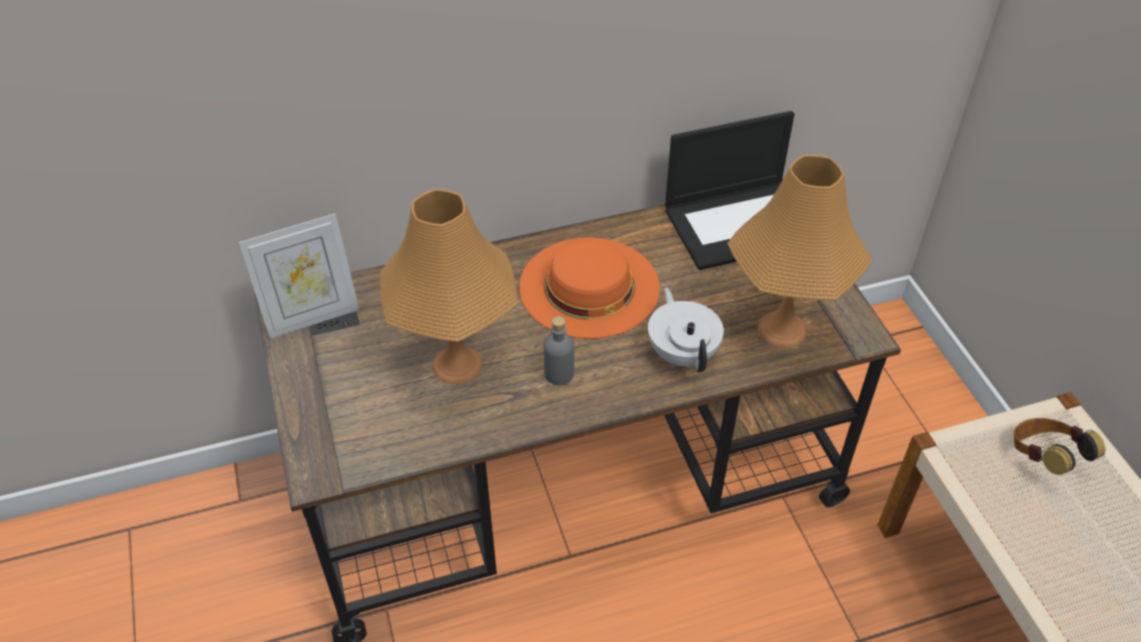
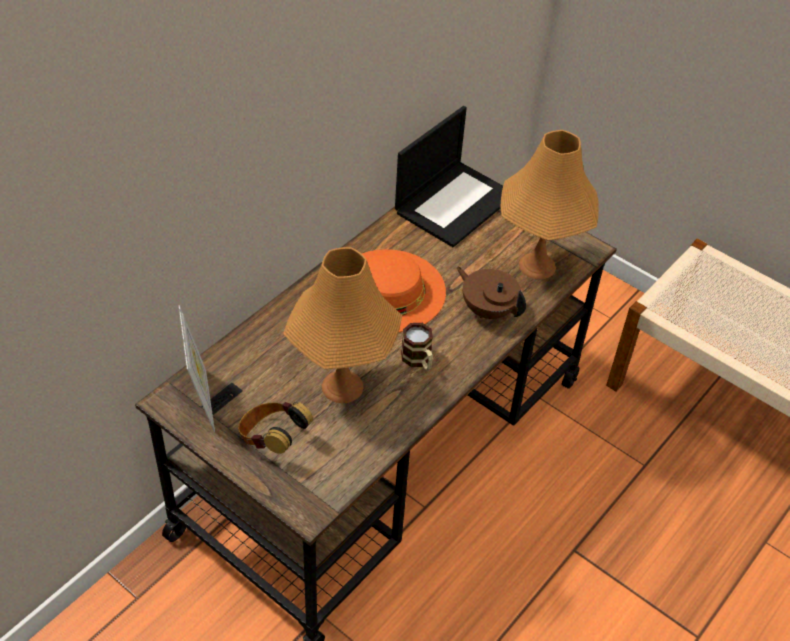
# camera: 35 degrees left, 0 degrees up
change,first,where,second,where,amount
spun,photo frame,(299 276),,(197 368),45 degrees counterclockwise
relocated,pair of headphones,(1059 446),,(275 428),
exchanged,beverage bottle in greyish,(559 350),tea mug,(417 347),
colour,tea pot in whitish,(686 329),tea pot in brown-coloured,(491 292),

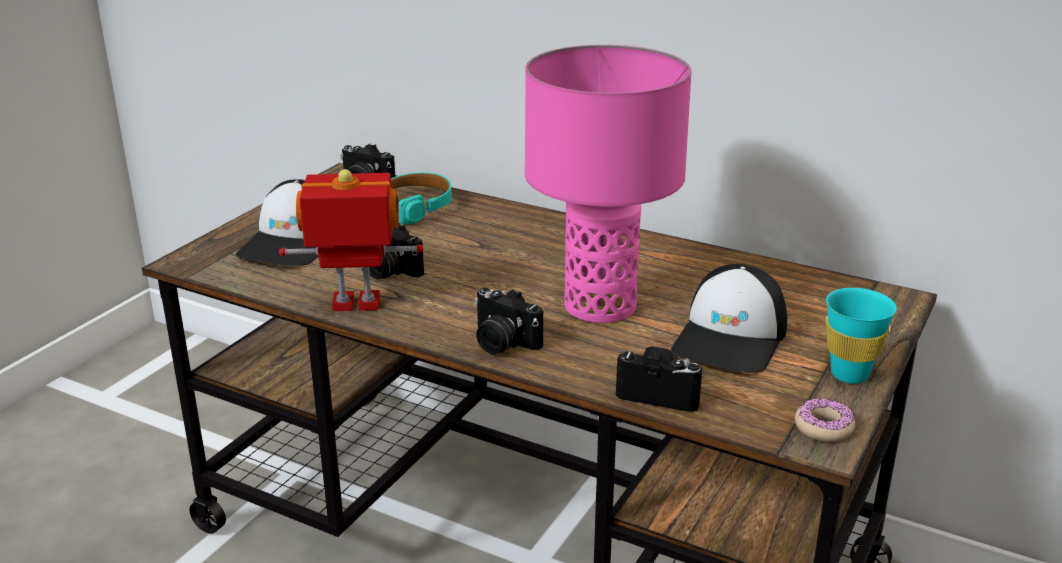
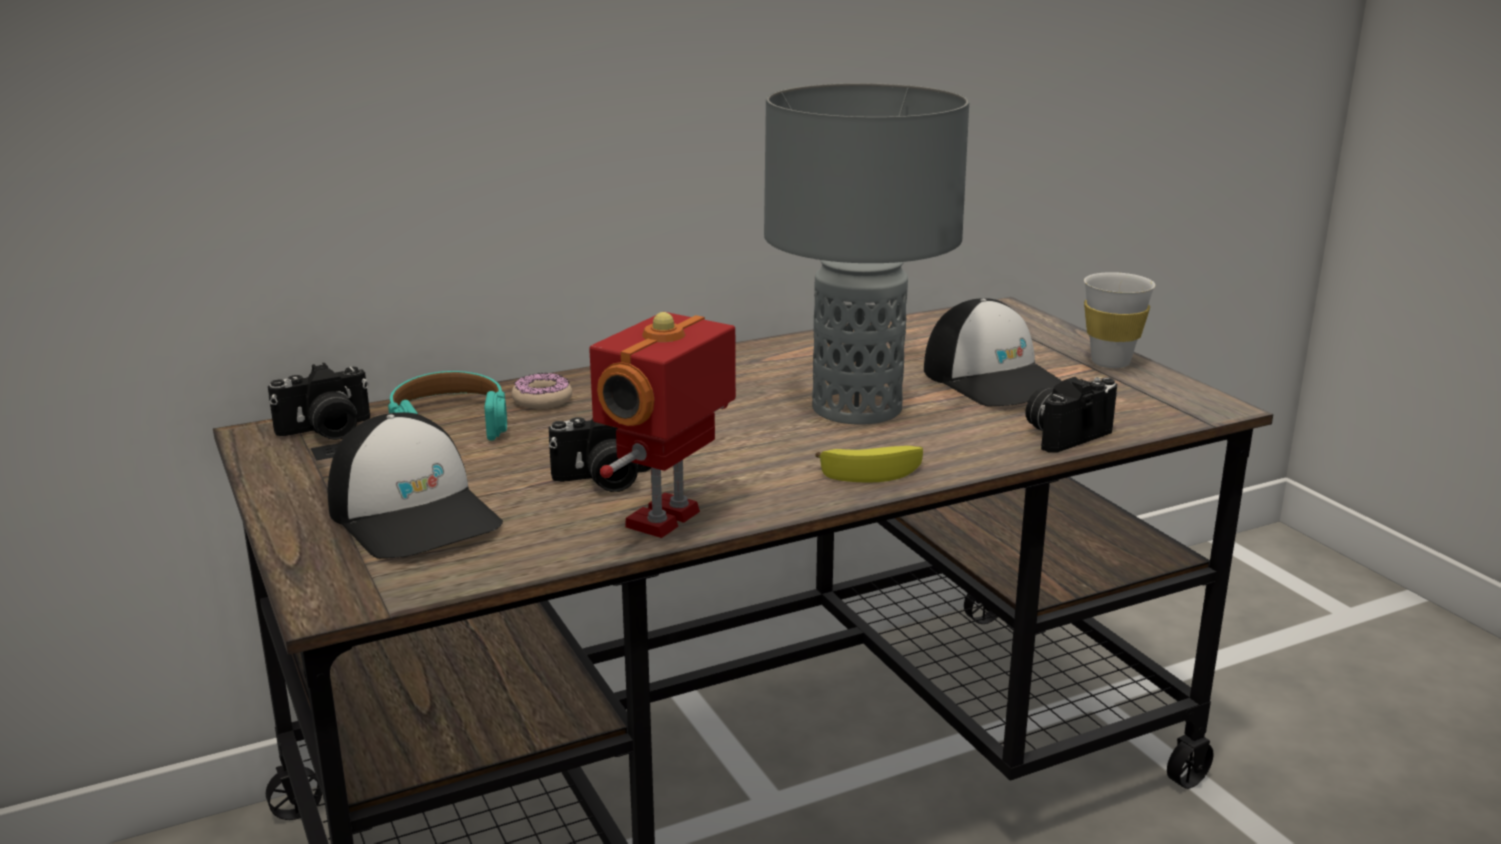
# camera: 55 degrees left, 5 degrees down
change,first,where,second,where,amount
relocated,ring doughnut,(825 420),,(542 391),
colour,table lamp in pinkish,(608 184),table lamp in greyish,(866 254),
exchanged,photo camera,(508 320),banana fruit,(869 464),
colour,cup in turquoise-coloured,(861 336),cup in whitish,(1119 320),

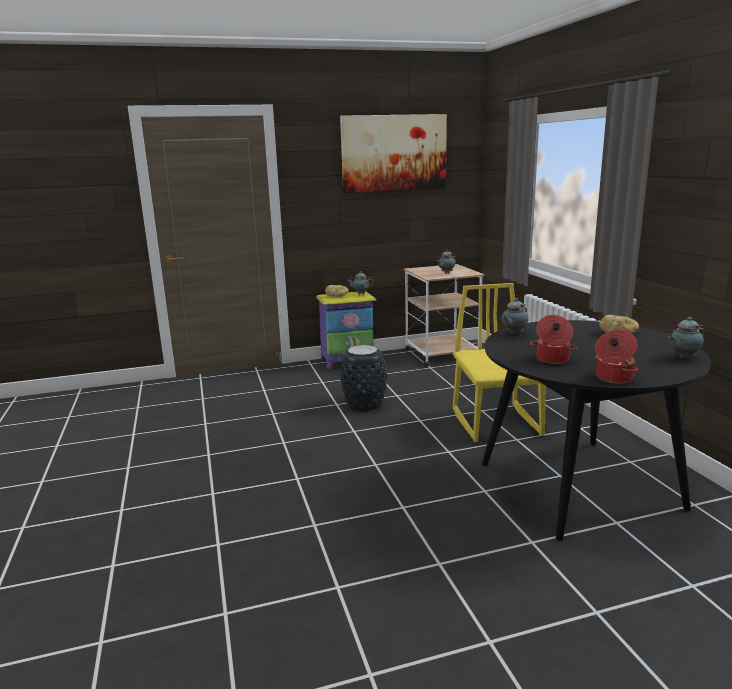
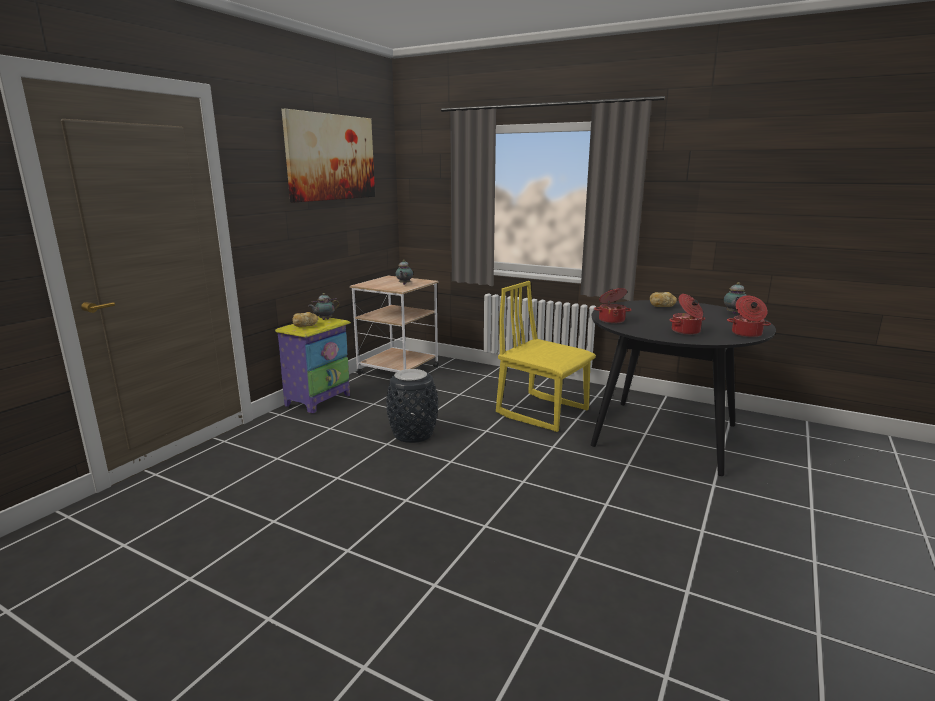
# camera: 45 degrees left, 0 degrees up
change,first,where,second,where,amount
exchanged,tea pot,(515 316),cooking pot,(612 305),

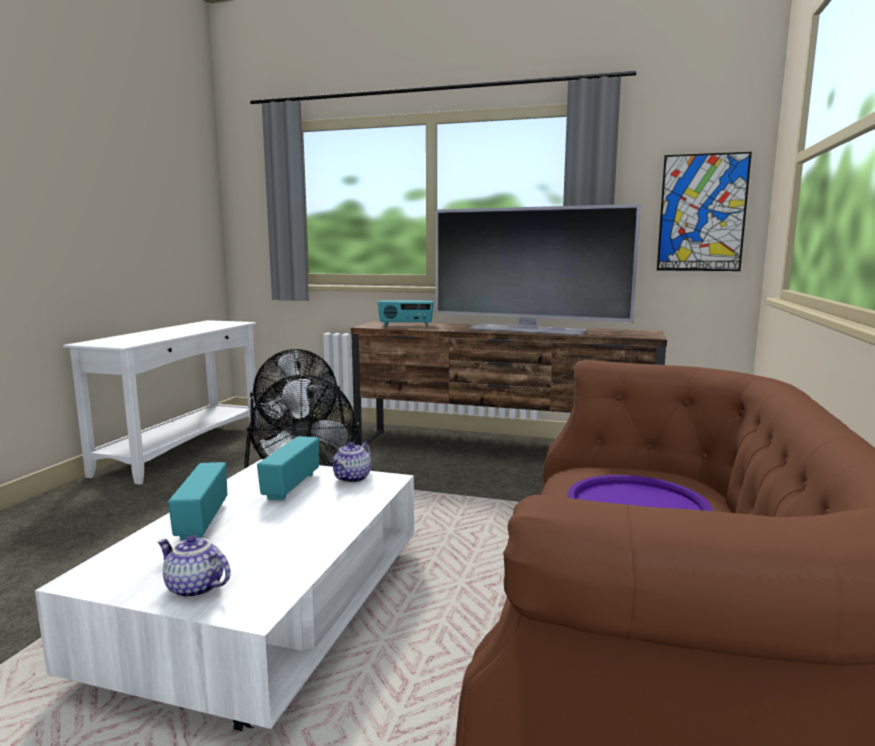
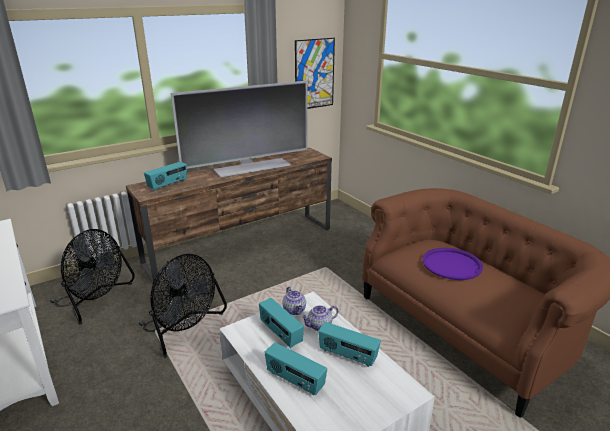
# camera: 50 degrees left, 15 degrees up
change,first,where,second,where,amount
relocated,tea pot,(193 566),,(319 318),
appeared,,,radio receiver,(349 344),

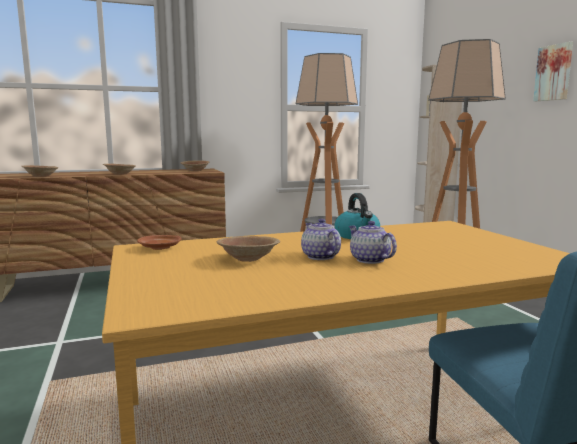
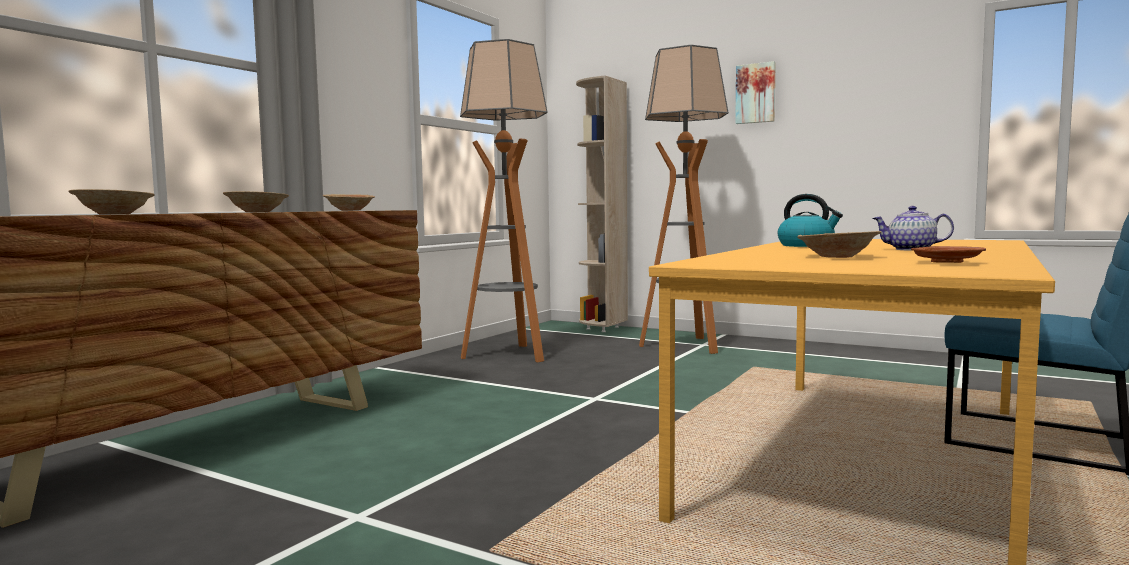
# camera: 40 degrees left, 5 degrees down
change,first,where,second,where,amount
relocated,flat dish in brown-coloured,(159 242),,(948 254),
missing,tea pot,(321 239),,,

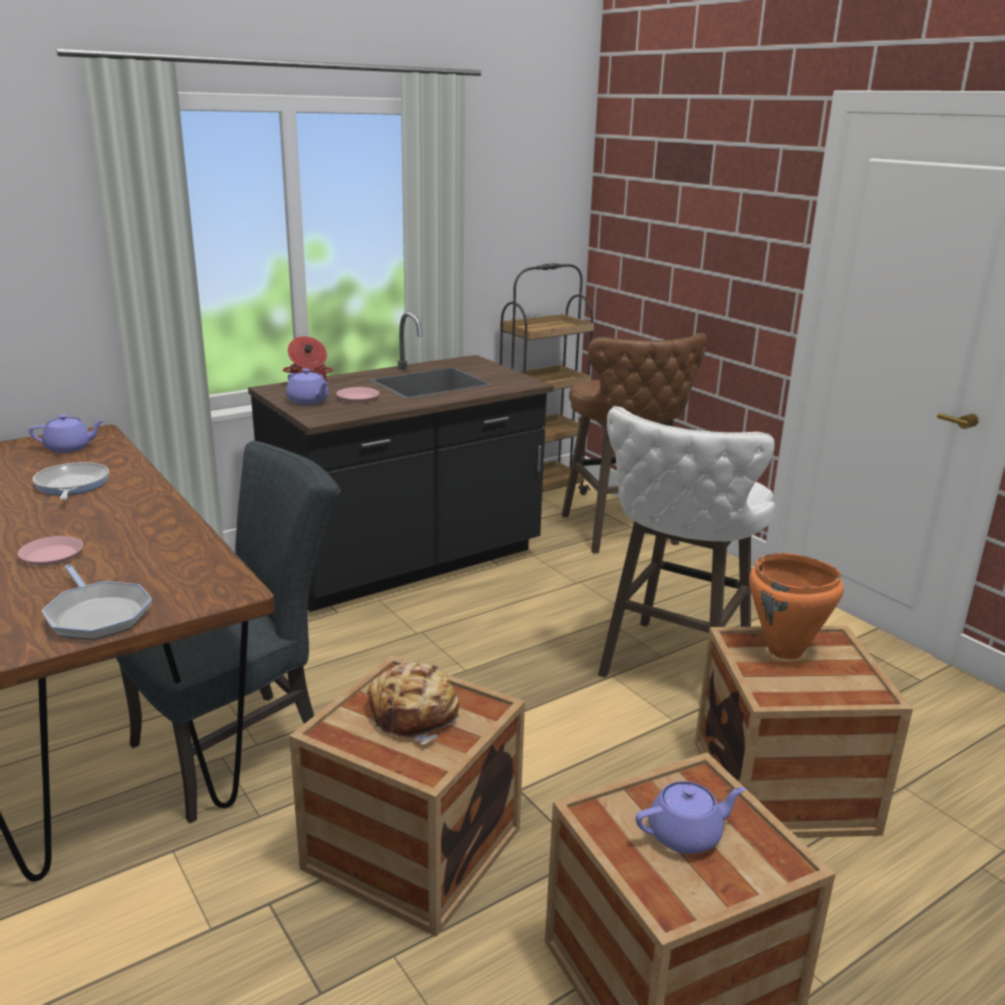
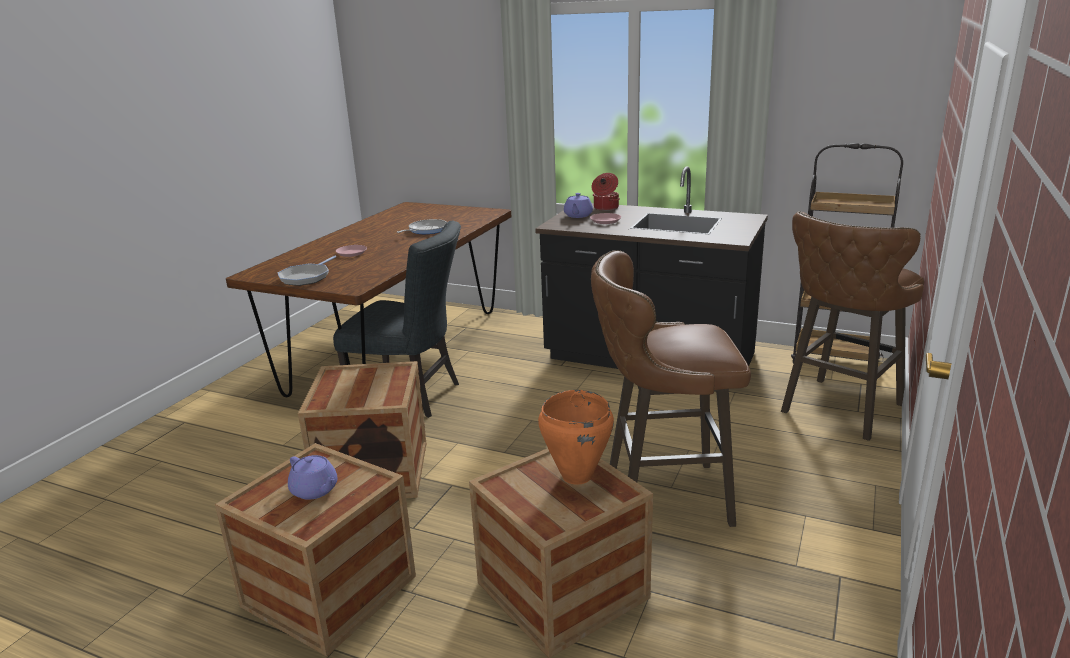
# camera: 60 degrees right, 0 degrees up
change,first,where,second,where,amount
colour,sitting stool in whitish,(686 542),sitting stool in brown-coloured,(671 388),
missing,tea pot in purple-coloured,(66 433),,,
missing,baked bread,(414 703),,,

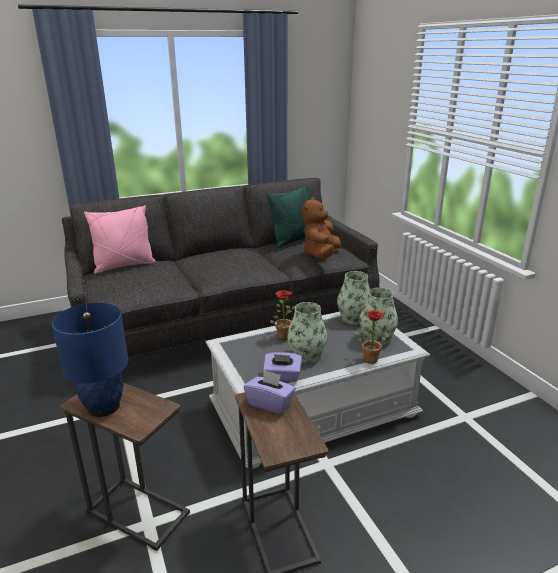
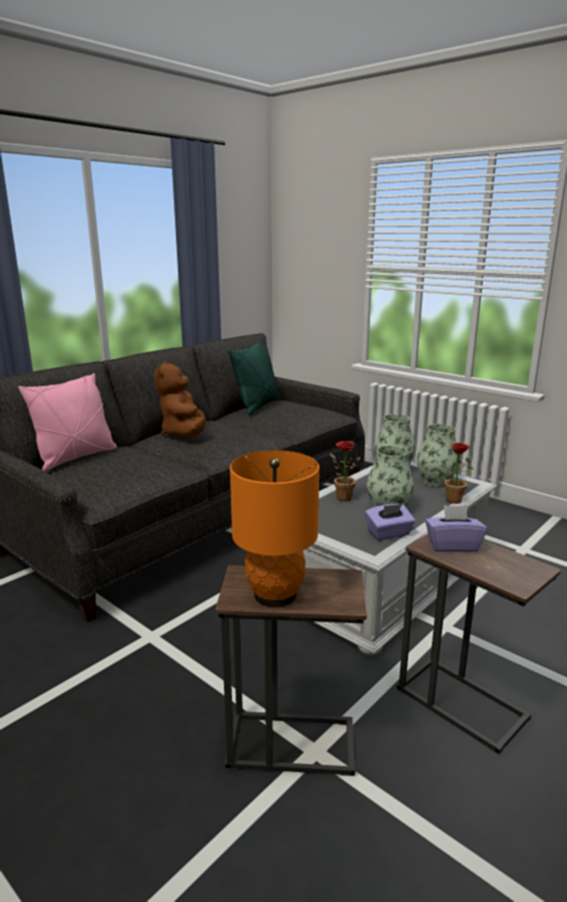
# camera: 25 degrees left, 5 degrees down
change,first,where,second,where,amount
relocated,soft toy in brown-coloured,(321 228),,(180 399),
colour,table lamp in blue,(90 360),table lamp in orange-coloured,(274 528),

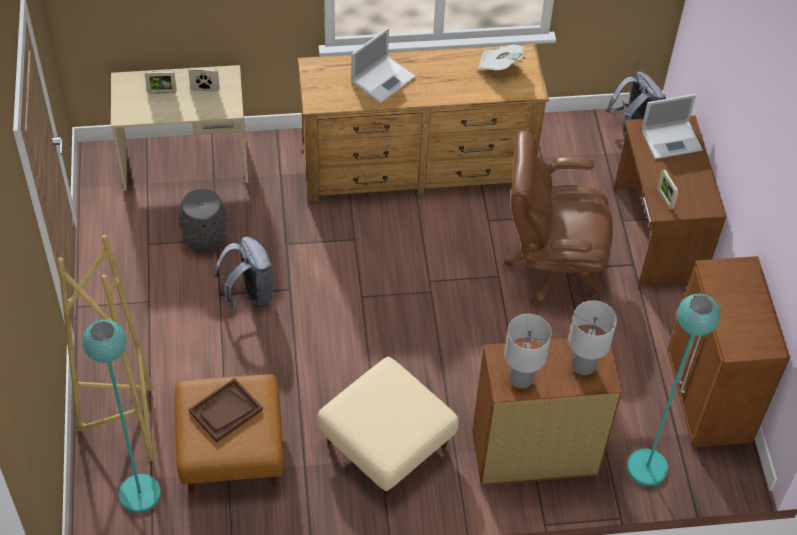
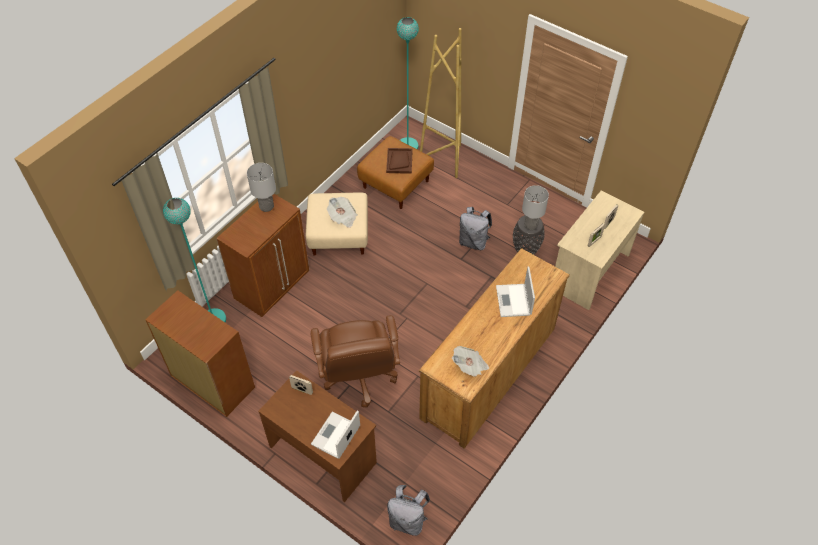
# camera: 135 degrees right, 0 degrees up
change,first,where,second,where,amount
spun,office chair in brown-coloured,(558 218),,(355 361),120 degrees clockwise
appeared,,,newspaper,(342 212),
relocated,table lamp in greyish,(593 337),,(535 207),

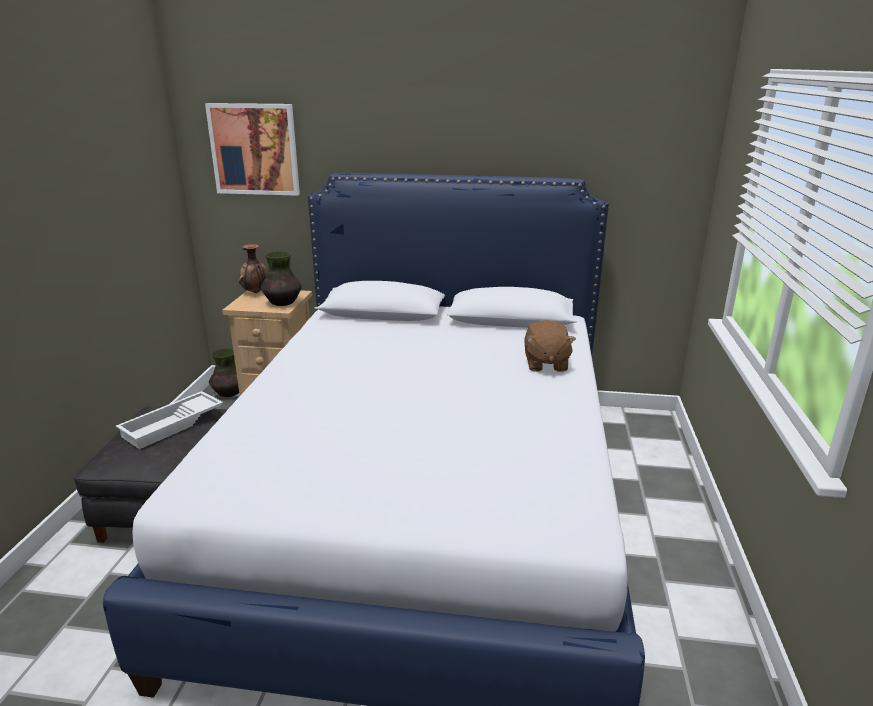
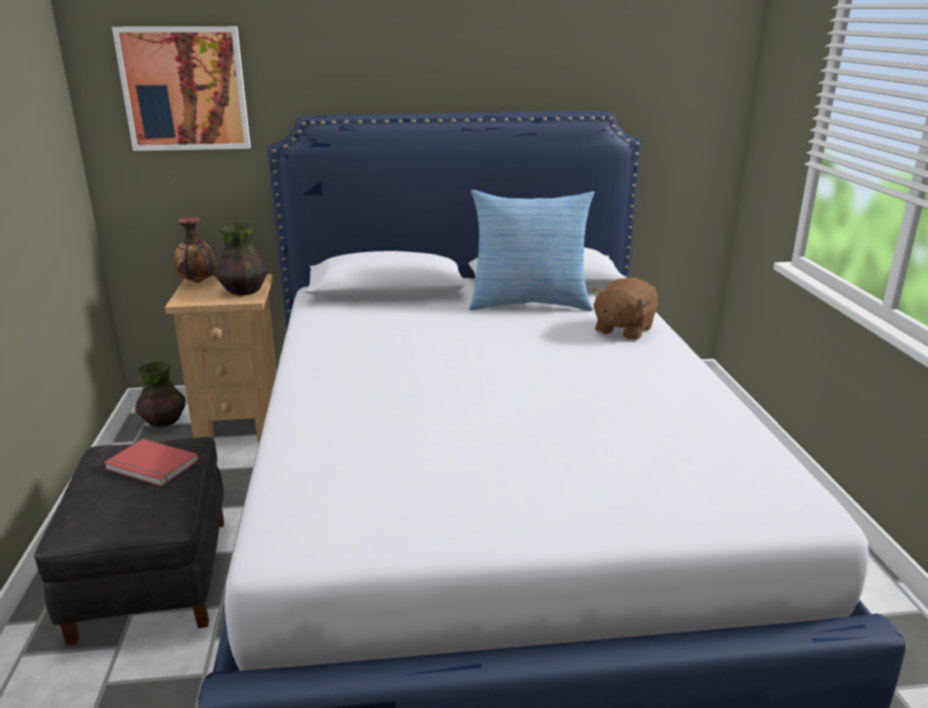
# camera: 15 degrees left, 0 degrees up
change,first,where,second,where,amount
exchanged,serving tray in whitish,(169 420),book in red-coloured,(151 462),
appeared,,,pillow,(531 250),
spun,soft toy in brown-coloured,(550 346),,(625 309),45 degrees clockwise

